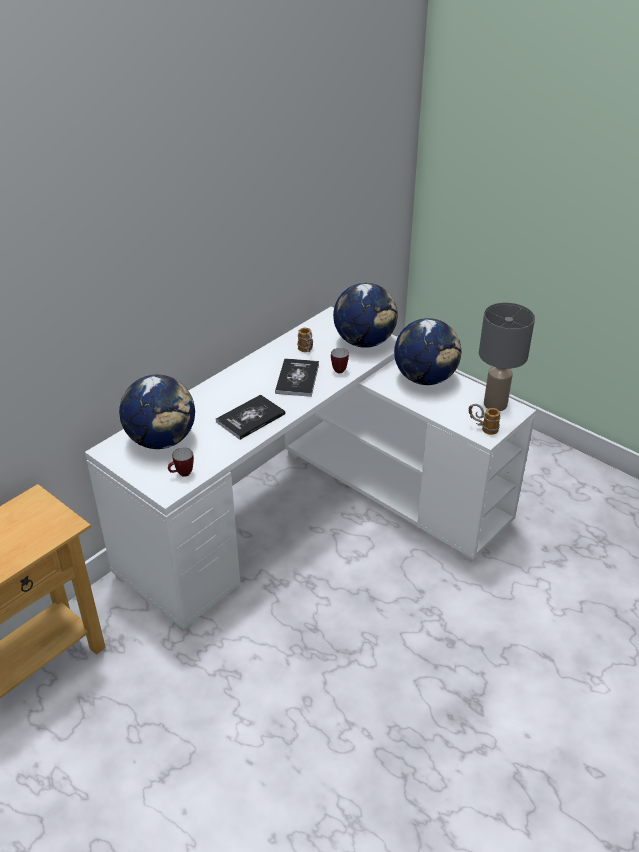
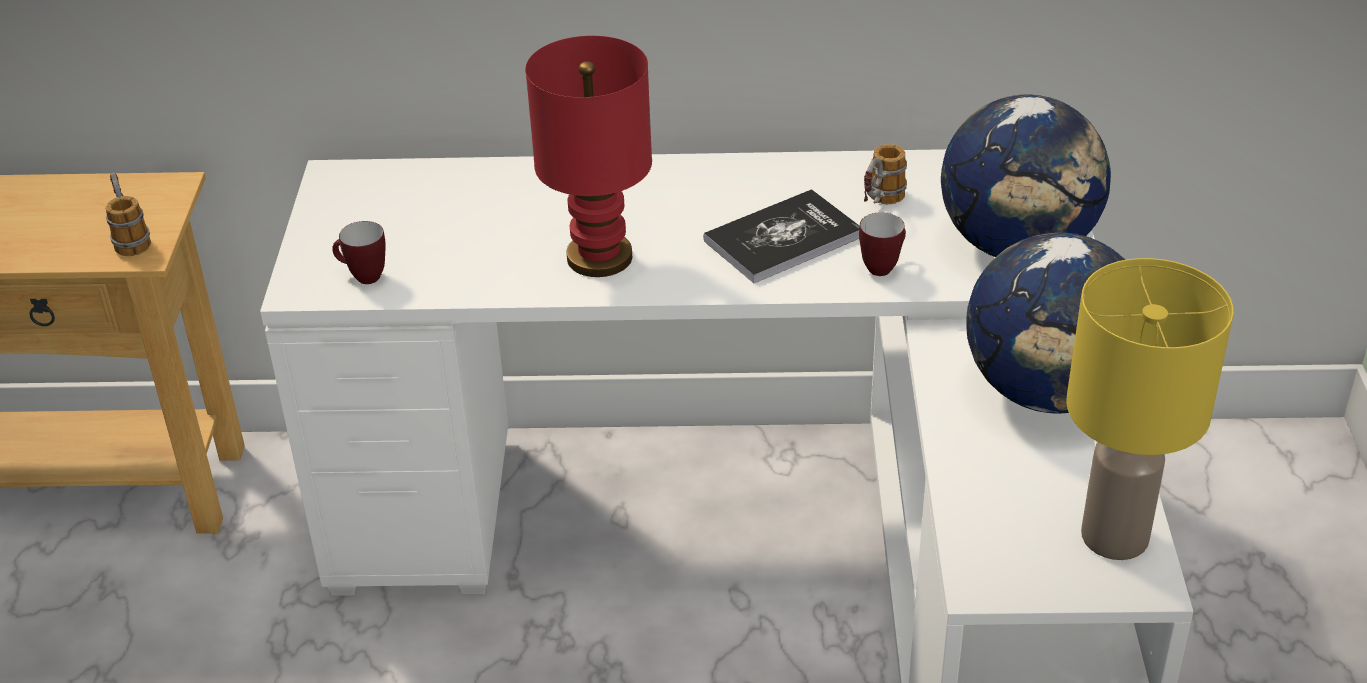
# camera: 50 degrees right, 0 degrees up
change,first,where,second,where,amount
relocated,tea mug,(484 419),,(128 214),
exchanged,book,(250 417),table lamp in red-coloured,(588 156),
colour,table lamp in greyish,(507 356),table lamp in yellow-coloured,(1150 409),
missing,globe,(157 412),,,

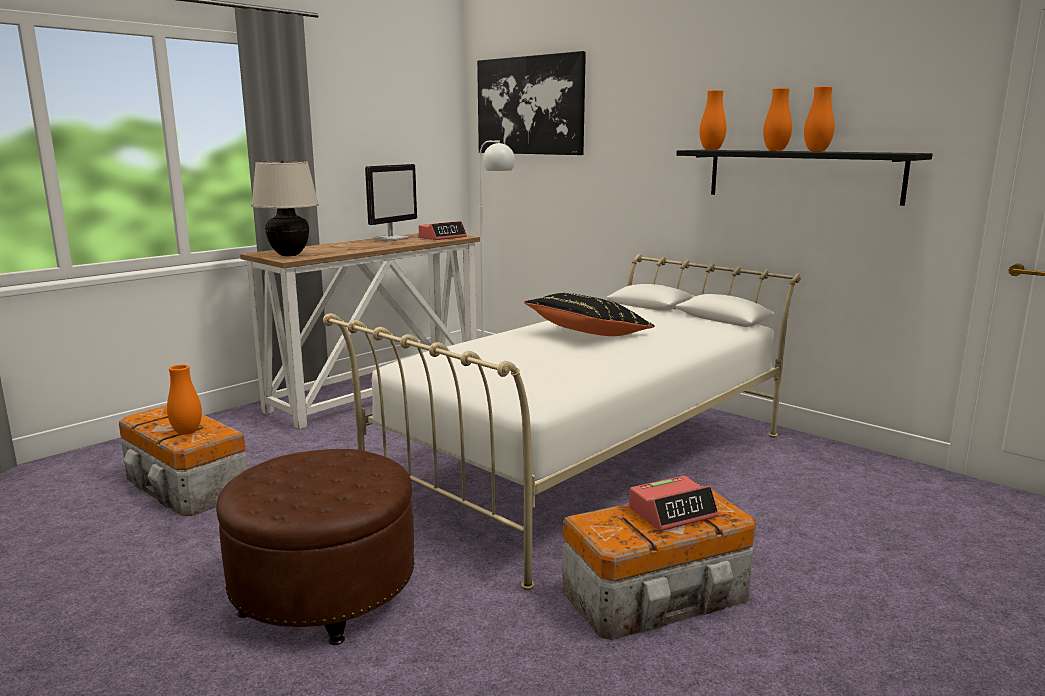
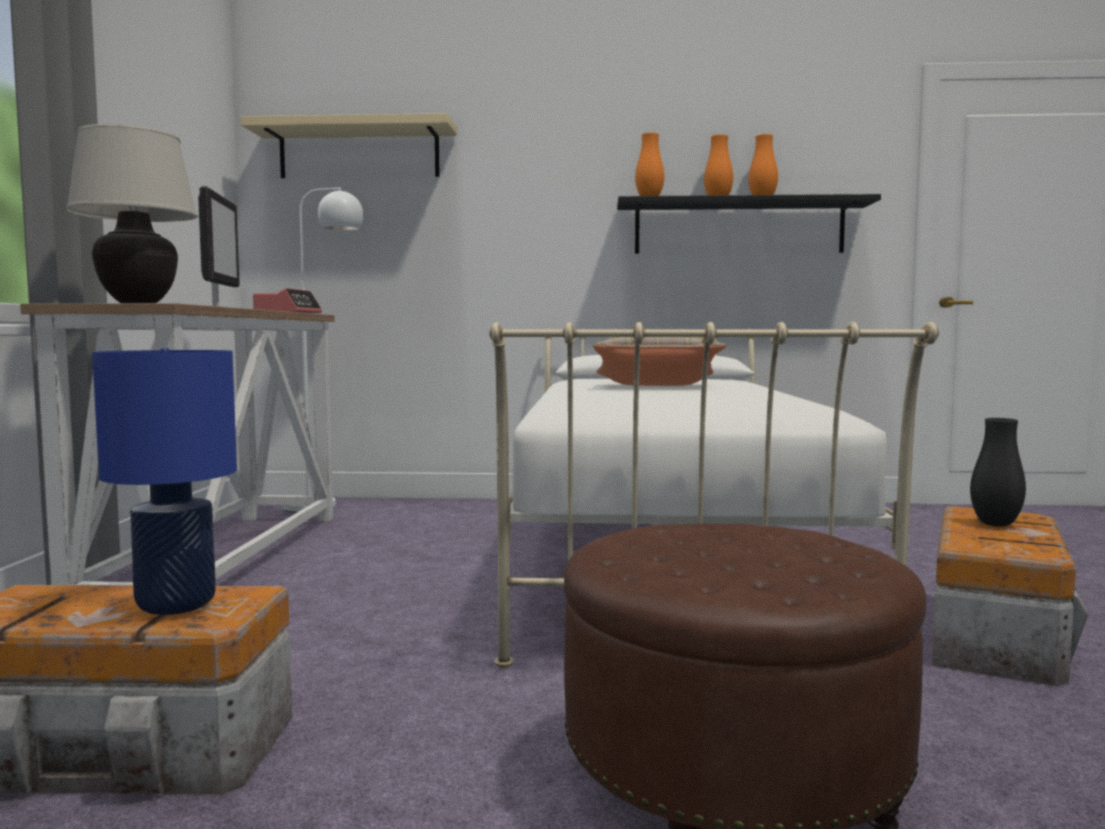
# camera: 40 degrees left, 10 degrees down
change,first,where,second,where,amount
exchanged,decorative vase in orange-coloured,(184 400),table lamp in blue,(164 481),
exchanged,wall picture,(531 103),shelf in sand-coloured,(349 145),
colour,pillow in black-coloured,(589 314),pillow in sand-coloured,(659 361),
exchanged,alarm clock,(674 503),decorative vase in black-coloured,(998 472),

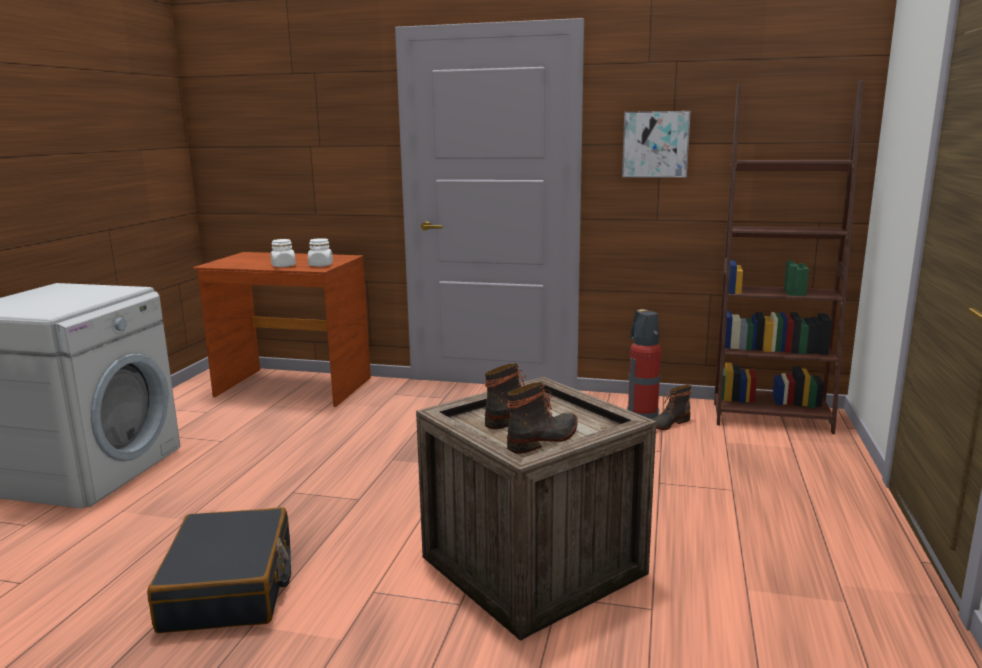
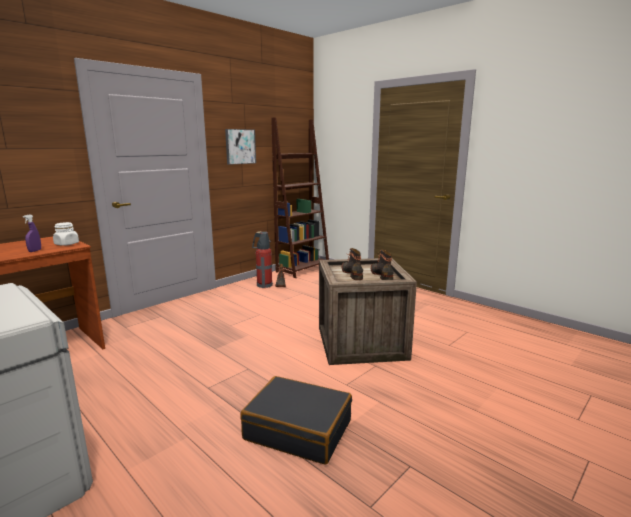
# camera: 60 degrees left, 0 degrees up
change,first,where,second,where,amount
exchanged,preserve jar in whitish,(283 253),hand sprayer in purple-coloured,(32 233),

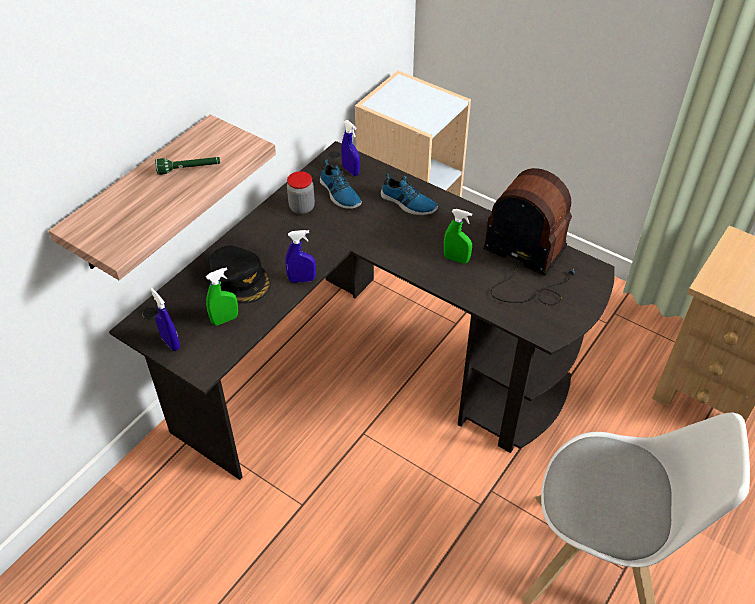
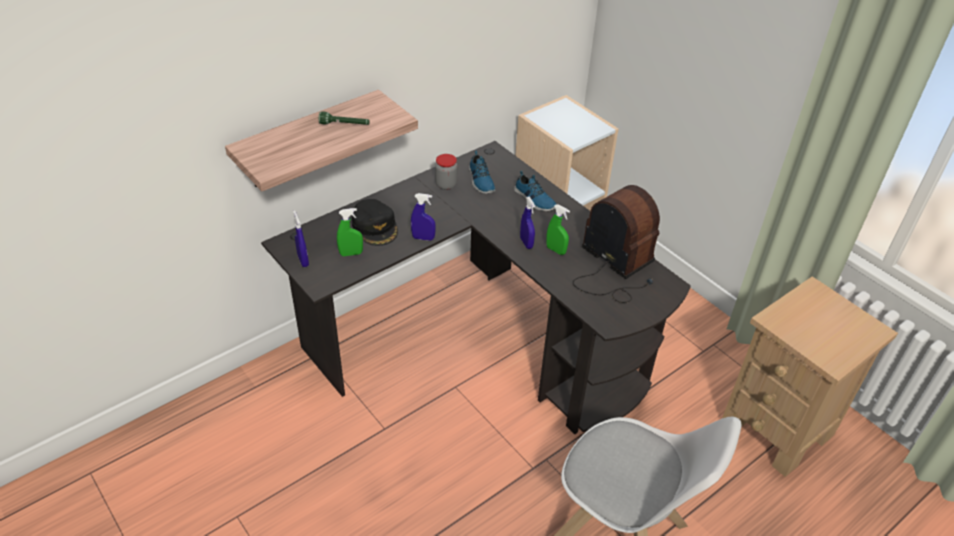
# camera: 15 degrees right, 5 degrees down
change,first,where,second,where,amount
relocated,hand sprayer in blue,(350 148),,(527 223),

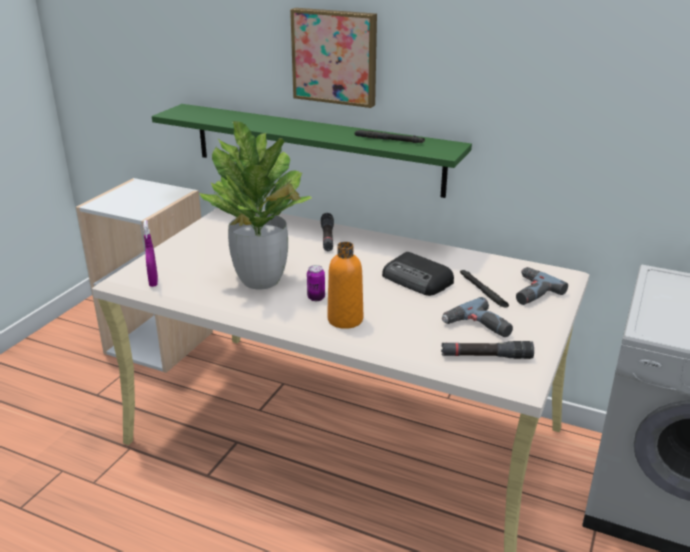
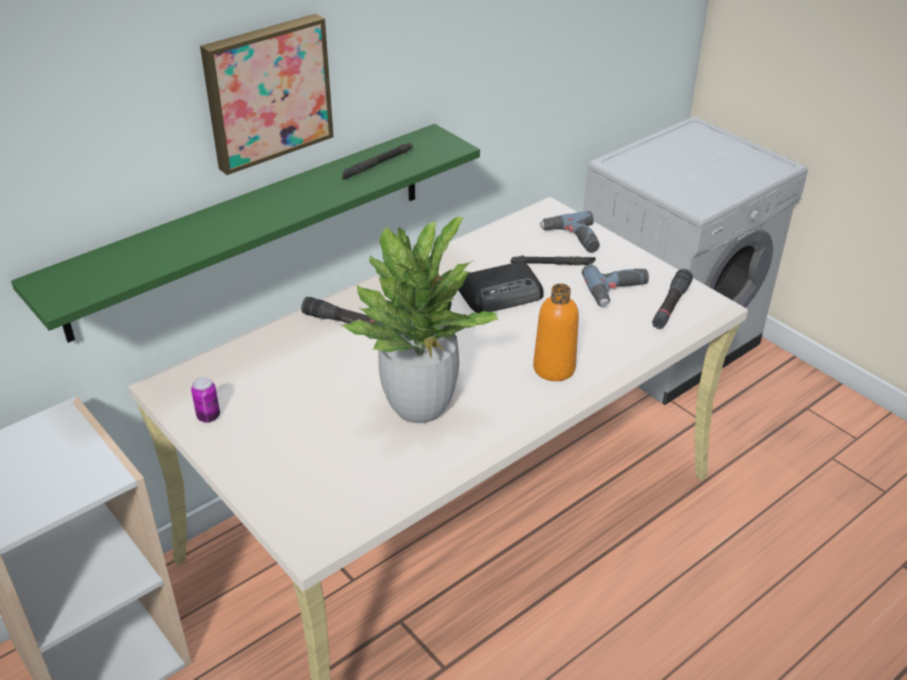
# camera: 65 degrees left, 10 degrees up
change,first,where,second,where,amount
relocated,can,(316 283),,(205 399),
missing,hand sprayer in purple-coloured,(150 253),,,

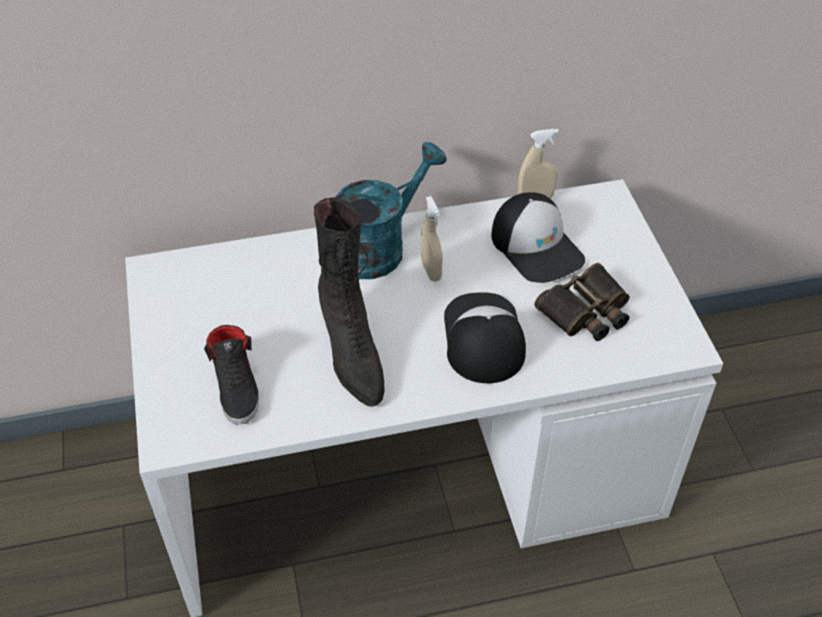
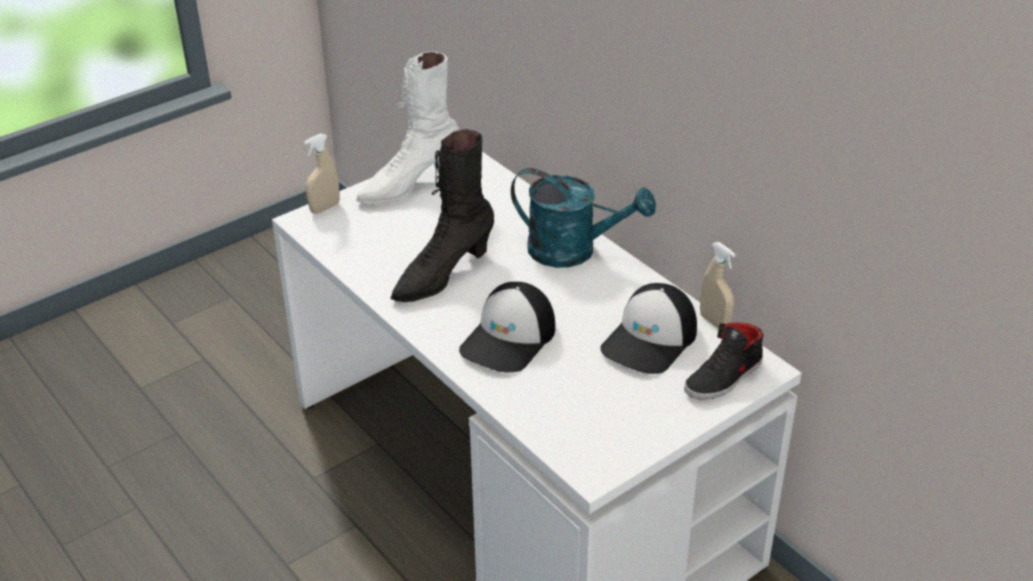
# camera: 65 degrees right, 10 degrees down
change,first,where,second,where,amount
relocated,hand sprayer in sand-coloured,(432 239),,(322 174),
appeared,,,high-top boot in whitish,(408 128),
spun,cap,(485 338),,(507 327),150 degrees clockwise
relocated,low shoe in black-coloured,(231 375),,(723 361),
missing,binoculars,(582 302),,,

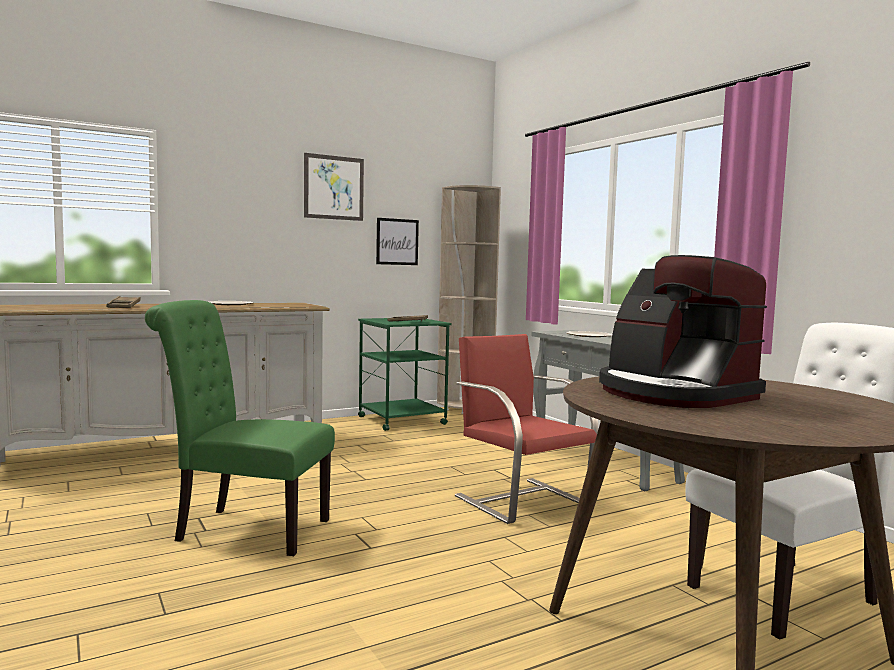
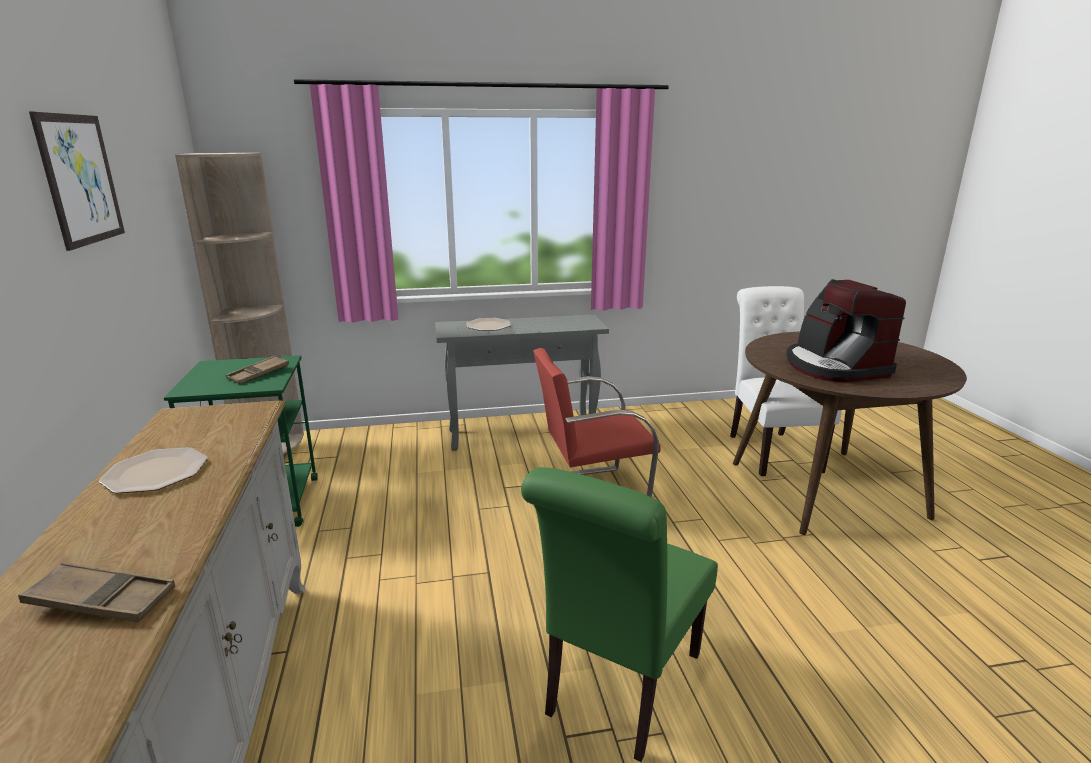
# camera: 70 degrees left, 15 degrees up
change,first,where,second,where,amount
spun,coffee maker,(683 331),,(846 330),90 degrees clockwise
missing,wall picture,(397 241),,,

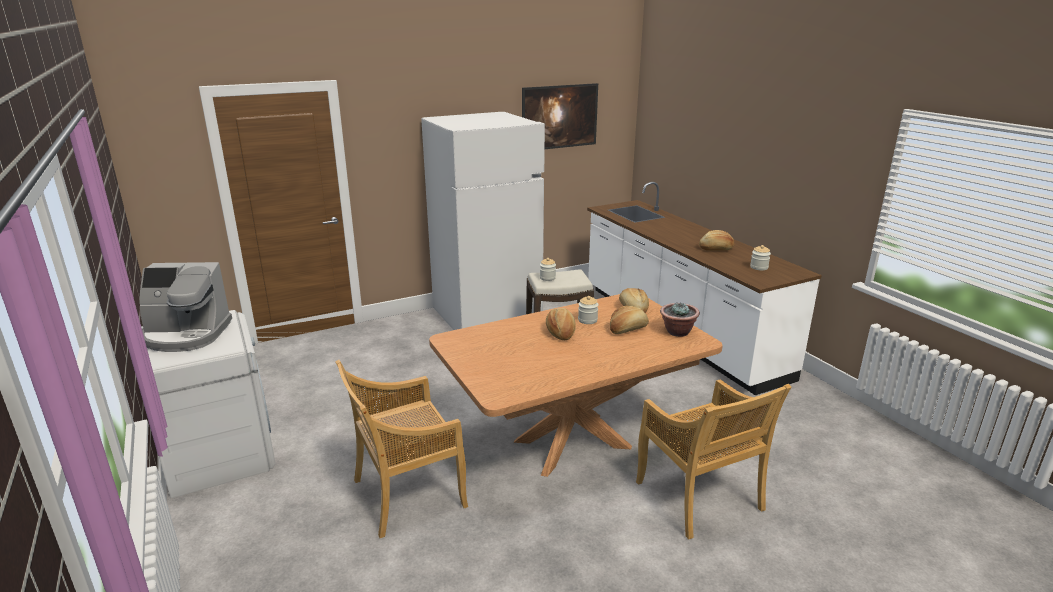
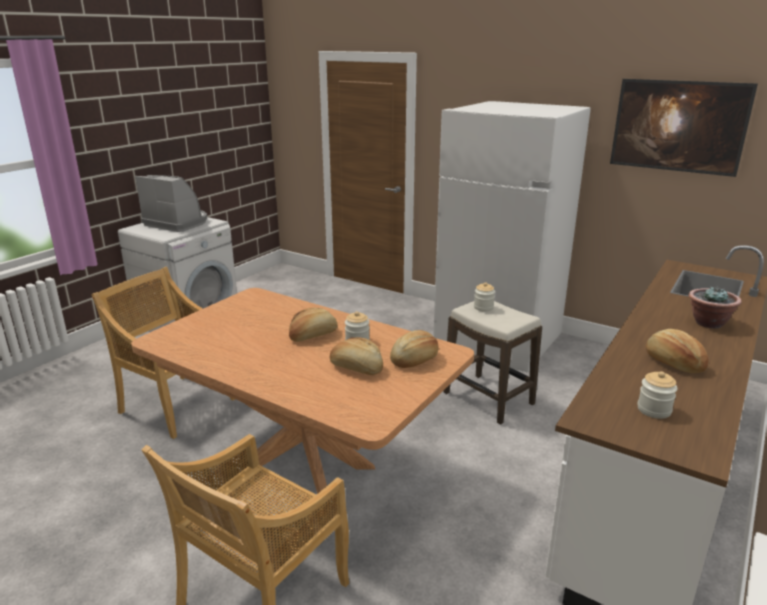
# camera: 60 degrees right, 0 degrees up
change,first,where,second,where,amount
spun,coffee maker,(185 307),,(171 203),150 degrees clockwise
relocated,potted plant,(680 319),,(715 307),

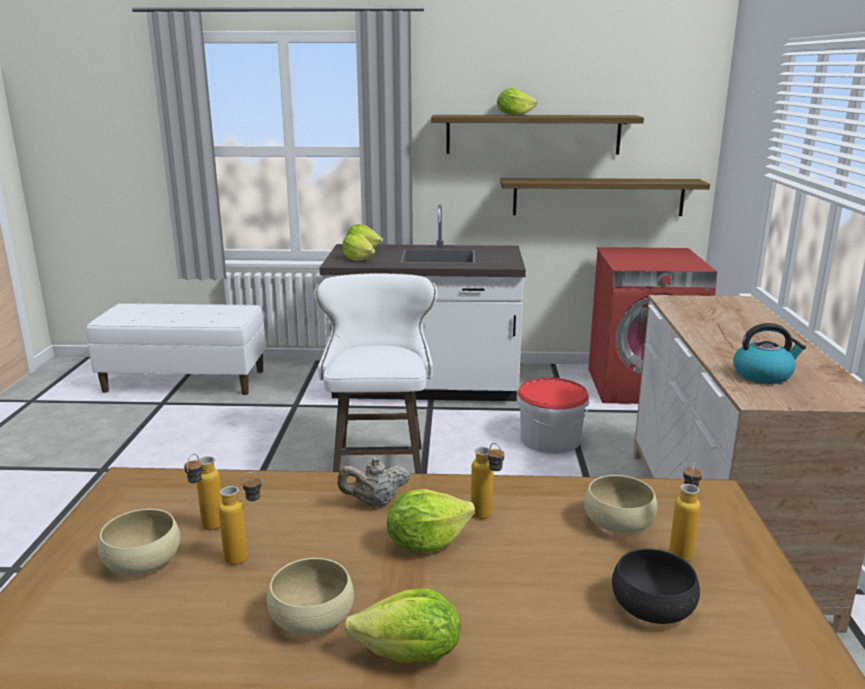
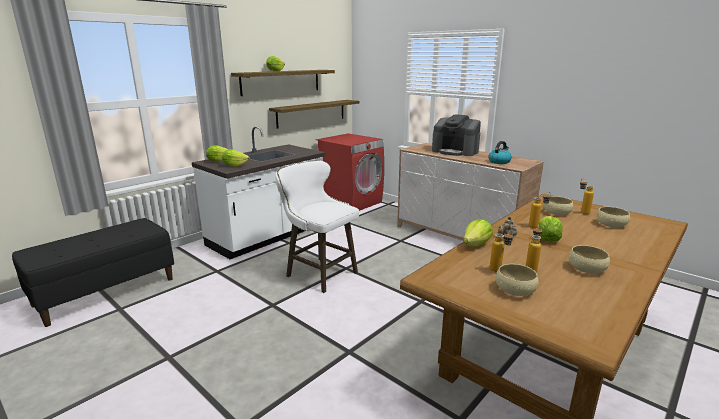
# camera: 50 degrees left, 0 degrees up
change,first,where,second,where,amount
colour,long seat in whitish,(176 349),long seat in black-coloured,(93 272),
appeared,,,coffee maker,(456 135),
relocated,lettuce head,(402 625),,(478 233),
colour,serving bowl in black-coloured,(656 586),serving bowl in sand-coloured,(613 217),
missing,water bucket,(553 415),,,

